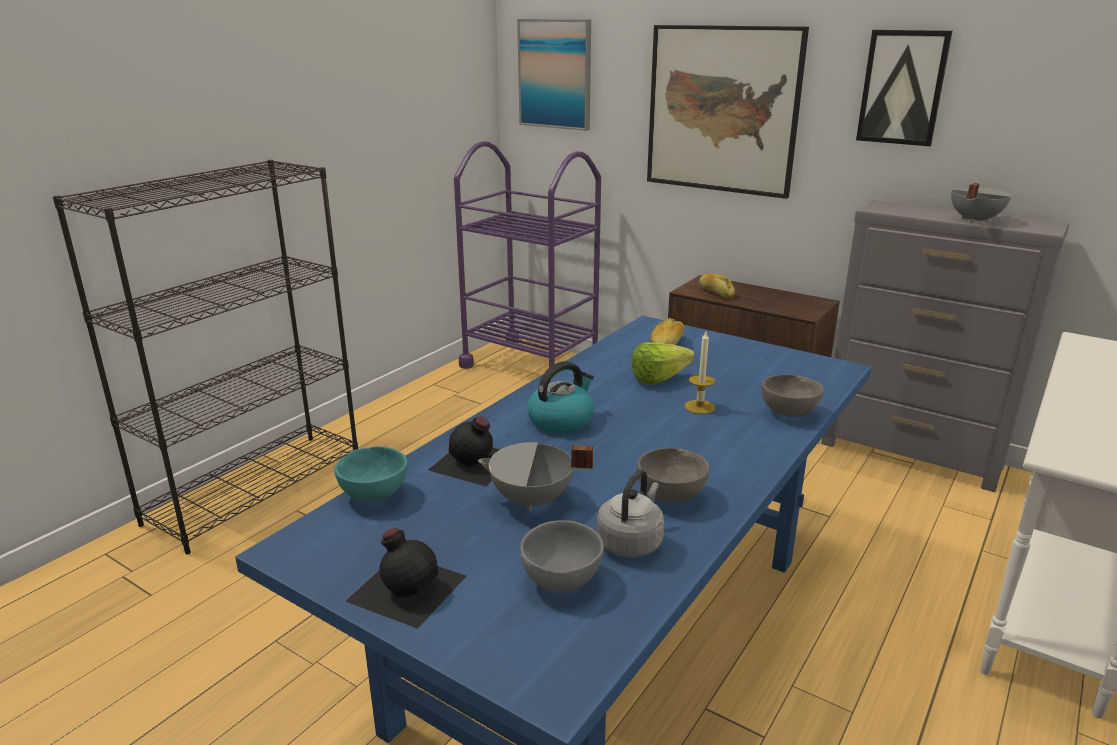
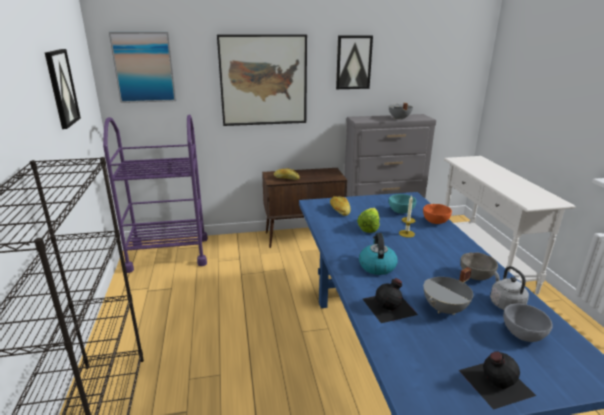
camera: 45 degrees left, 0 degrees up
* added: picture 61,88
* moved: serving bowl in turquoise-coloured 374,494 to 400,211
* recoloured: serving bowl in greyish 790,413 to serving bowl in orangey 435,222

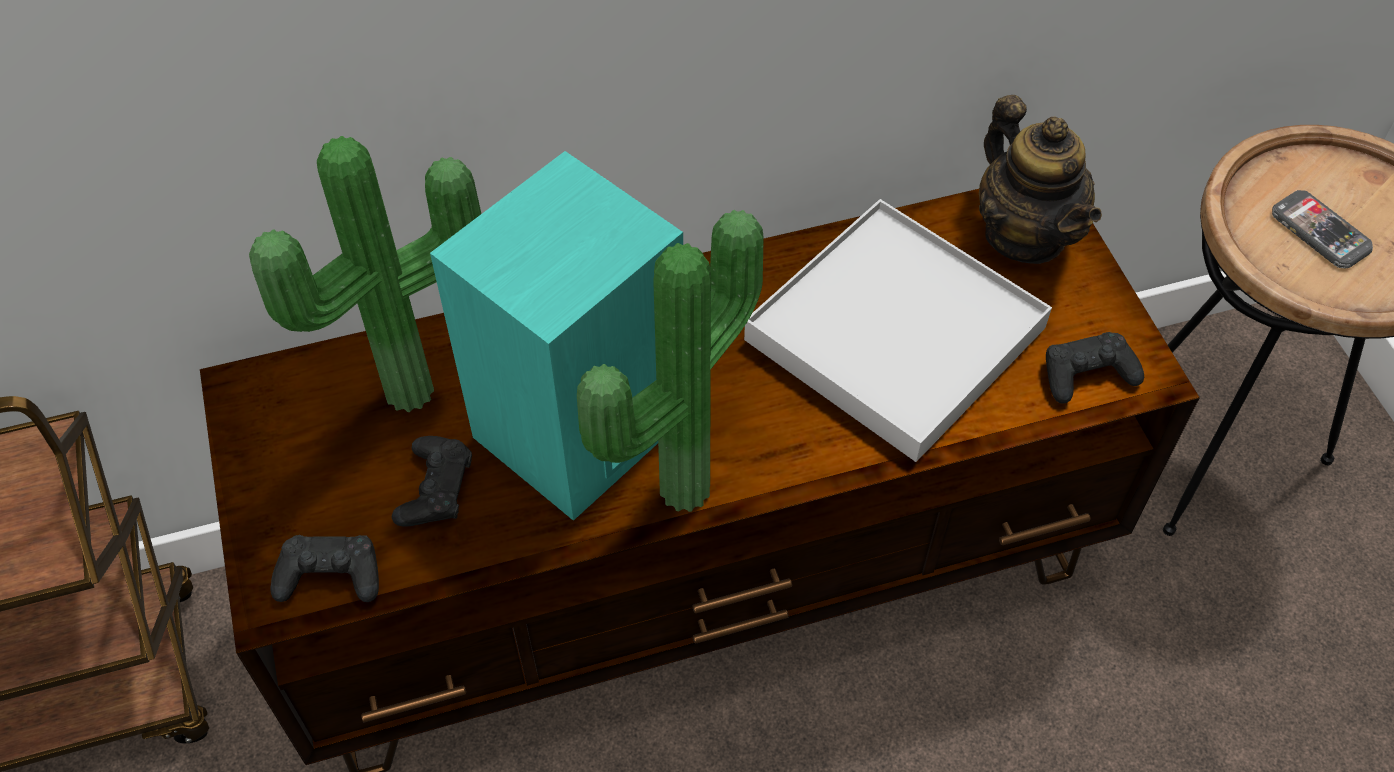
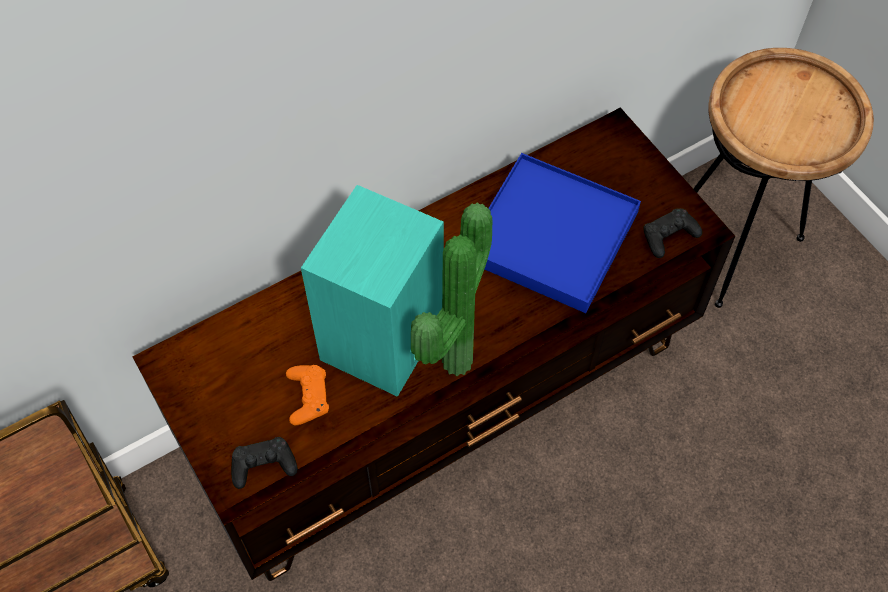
camera: 15 degrees left, 5 degrees up
* removed: potted plant 416,397
* removed: tea pot 1024,234
* removed: telephone 1320,231
* recoloured: joypad in blackish 435,488 to joypad in orangey 308,397
* recoloured: carrying tray in white-coloured 896,334 to carrying tray in blue-coloured 552,236

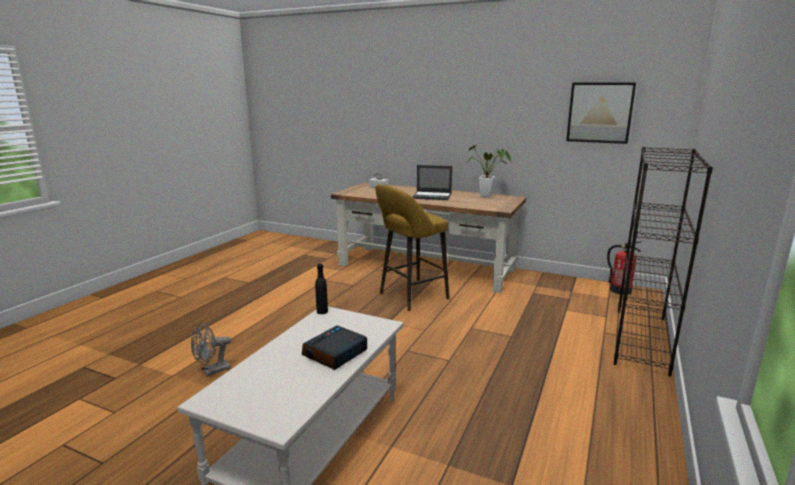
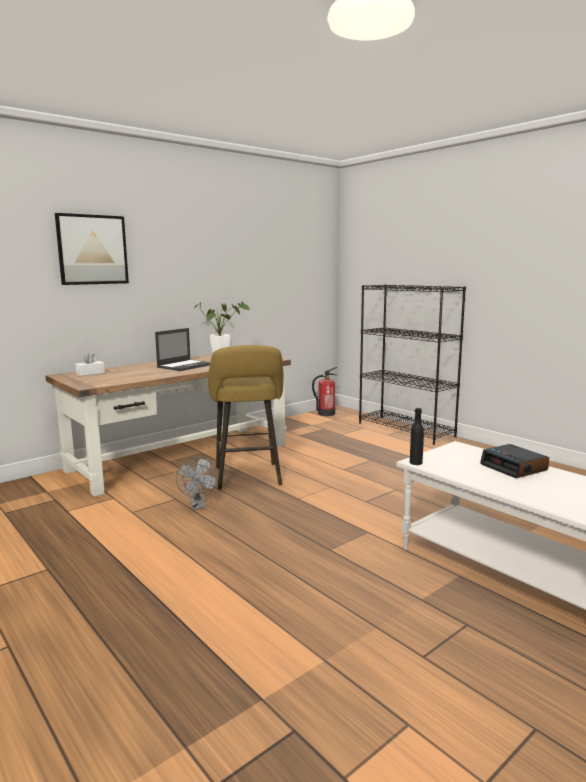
camera: 65 degrees left, 5 degrees down
* moved: electric fan in greyish 212,371 to 199,506
* moved: picture 599,112 to 92,249

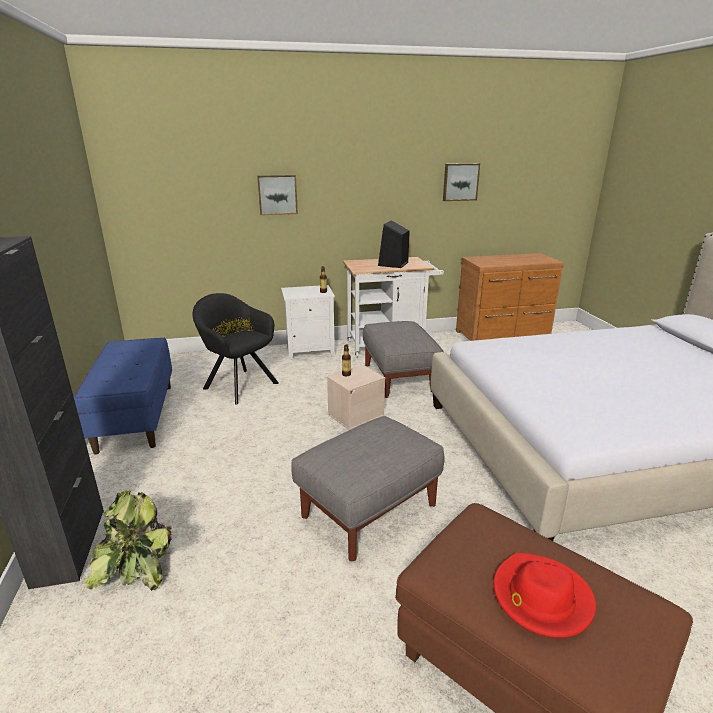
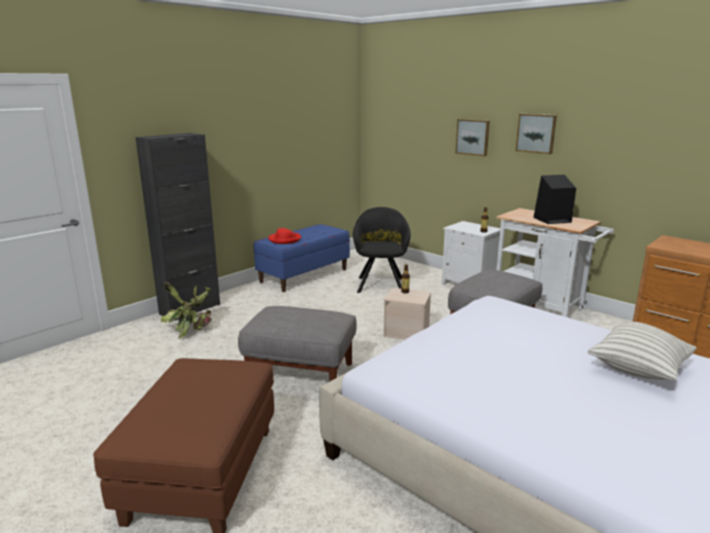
camera: 55 degrees right, 5 degrees down
* added: cushion 638,370
* moved: picture 460,182 to 536,133
* moved: clothing hat in red 540,598 to 284,239

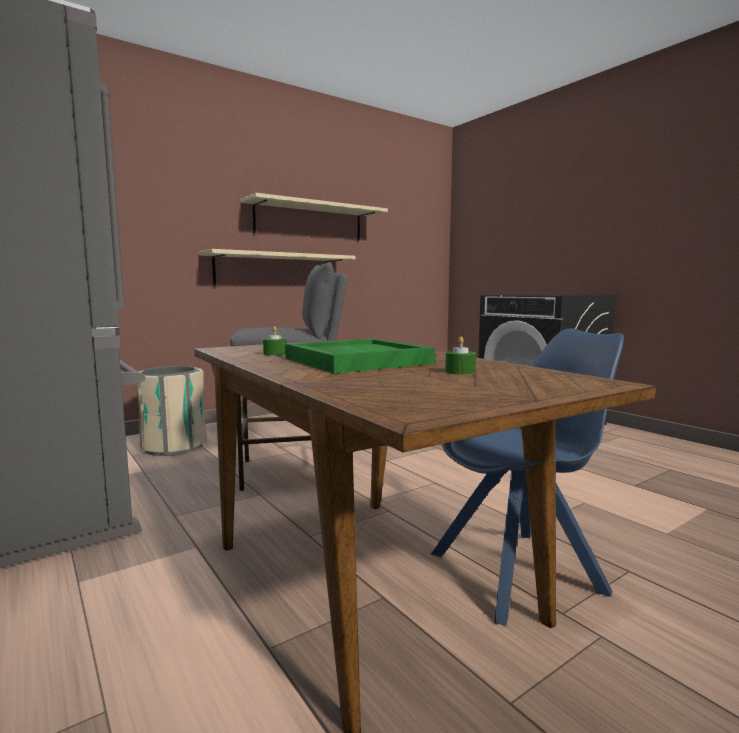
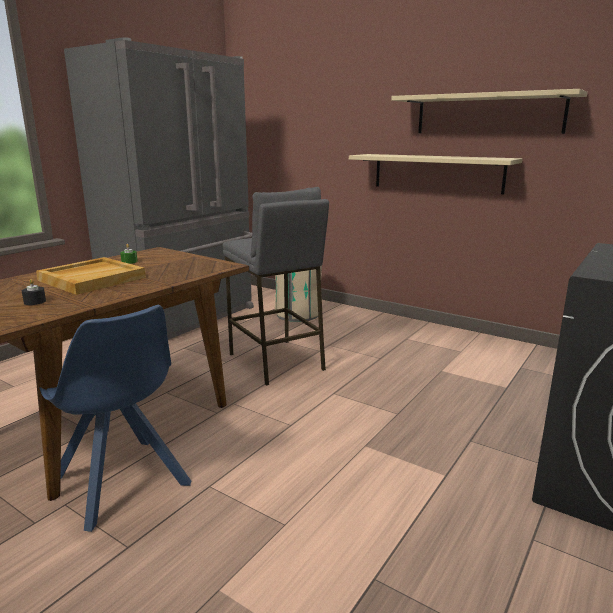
camera: 70 degrees right, 10 degrees up
* recoloured: carrying tray in greenish 355,361 to carrying tray in beige 92,279
* recoloured: candle in greenish 460,372 to candle in blackish 35,302

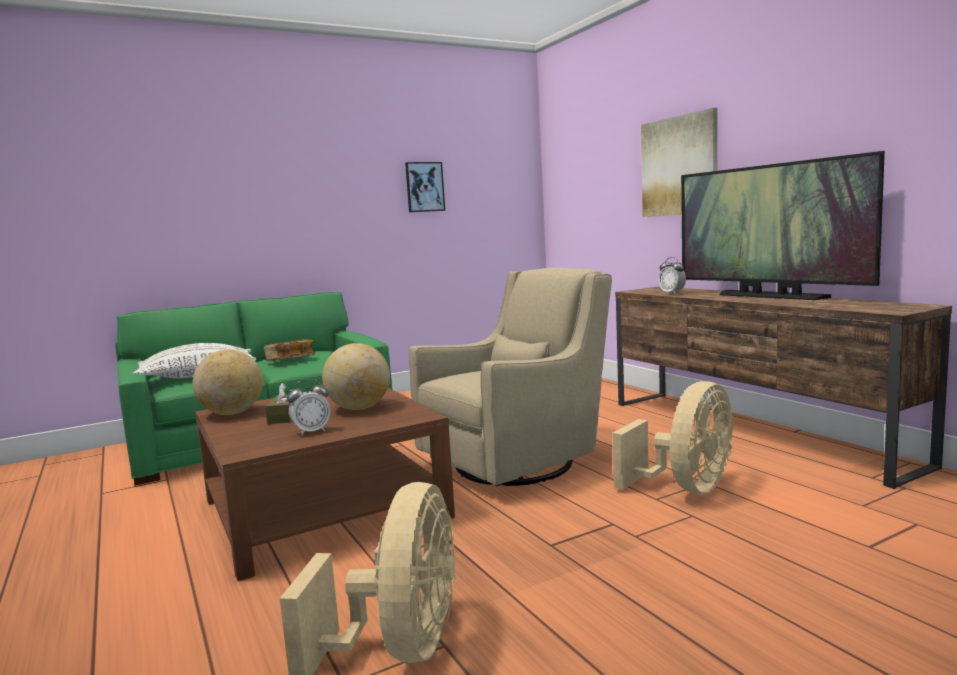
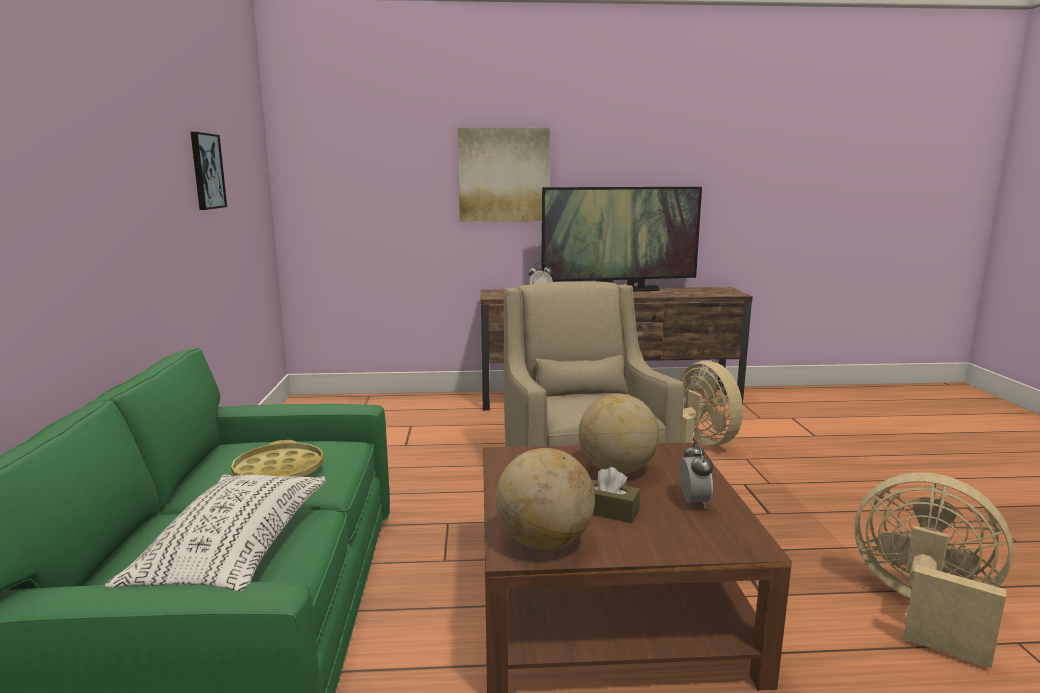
camera: 65 degrees left, 5 degrees up
* replaced: volume 290,361 to carrying tray in yellow-coloured 279,471

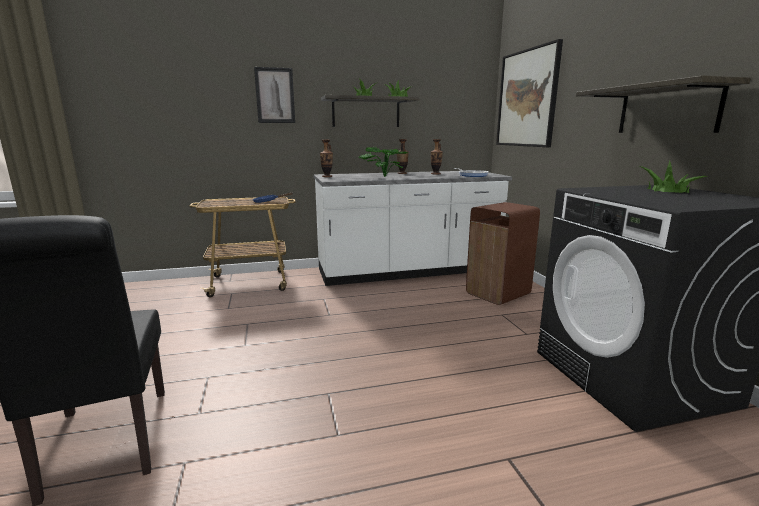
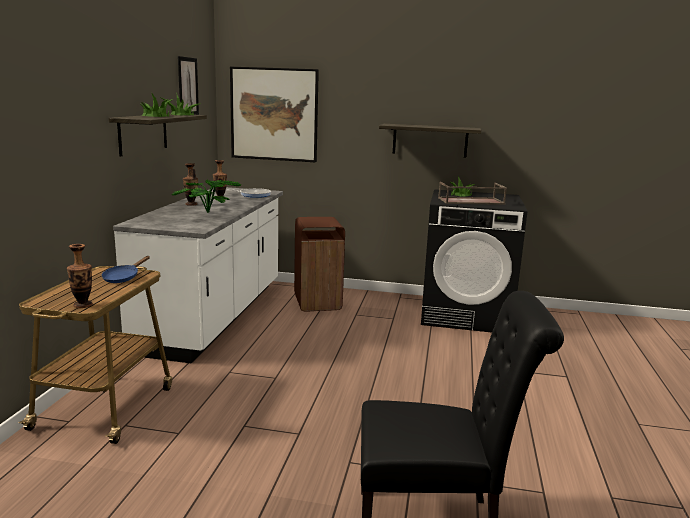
camera: 65 degrees left, 0 degrees up
* added: carrying tray in brownish 470,201
* moved: picture 275,95 to 188,86
* moved: vase 327,176 to 83,305

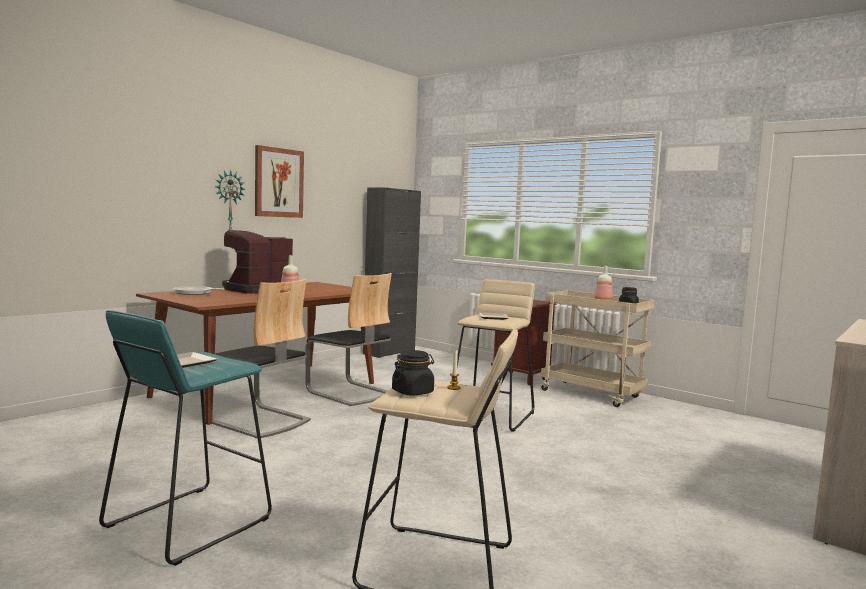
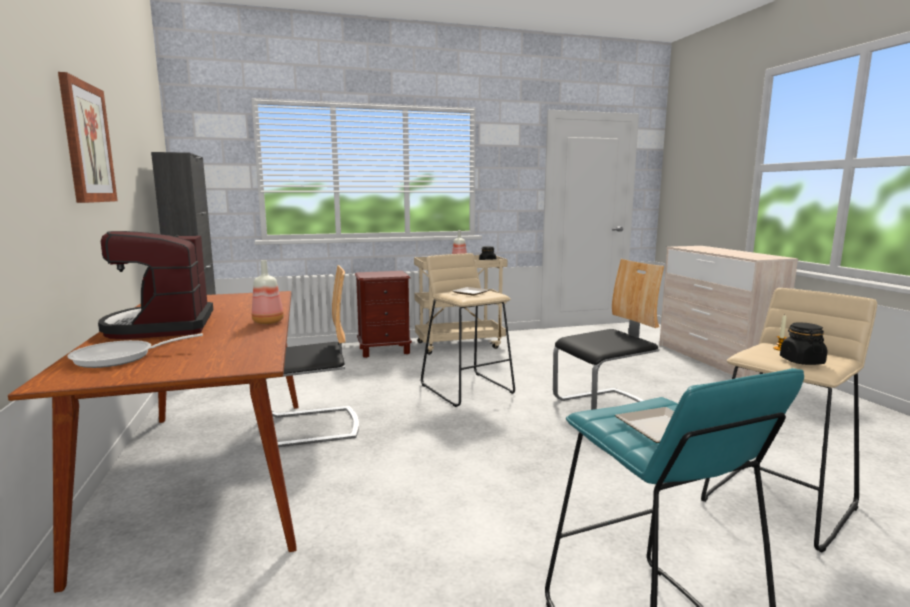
camera: 55 degrees left, 5 degrees up
* removed: hanging clock 228,202
* moved: chair 258,421 to 605,406

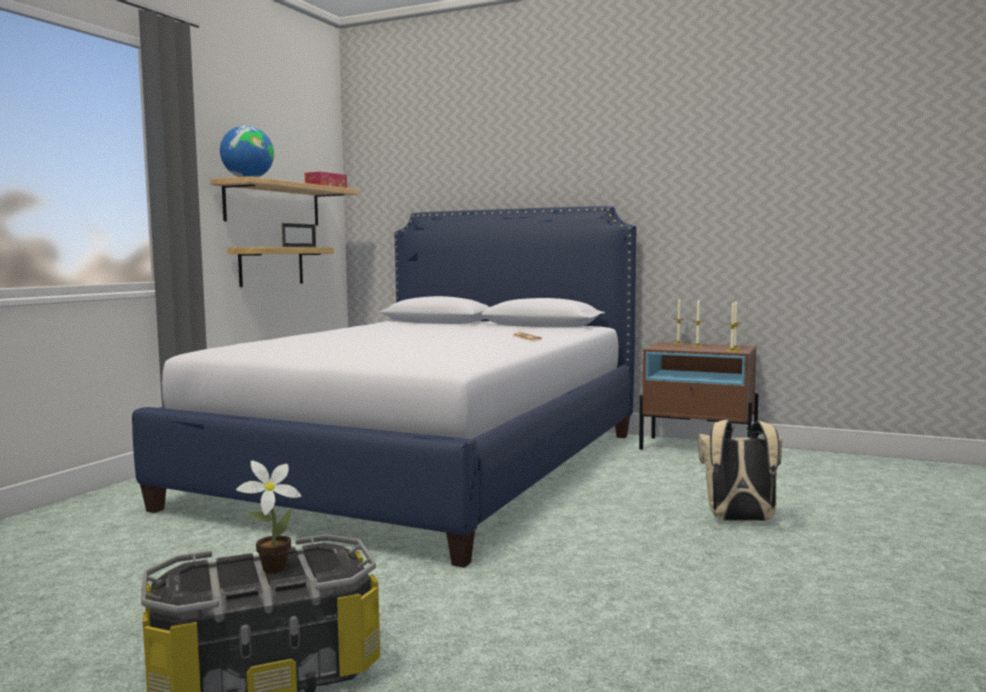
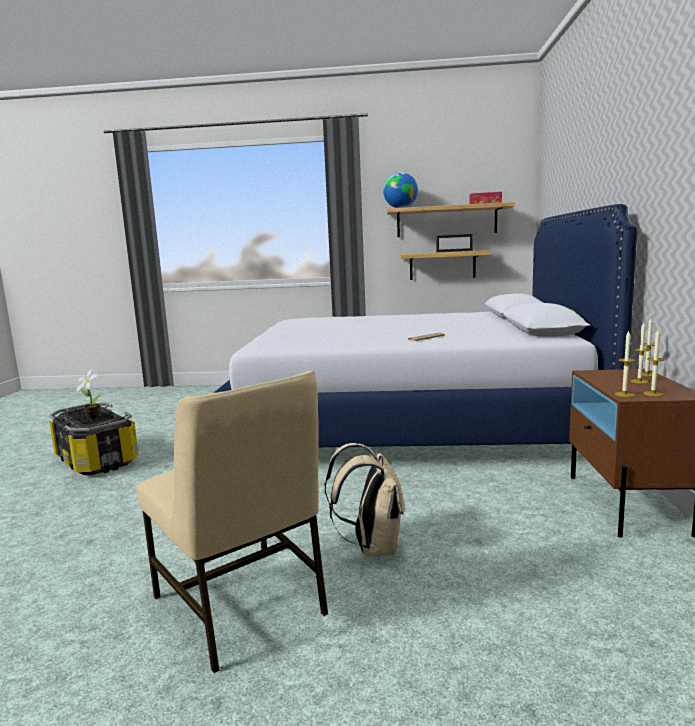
camera: 70 degrees right, 5 degrees up
* added: chair in beige 241,605

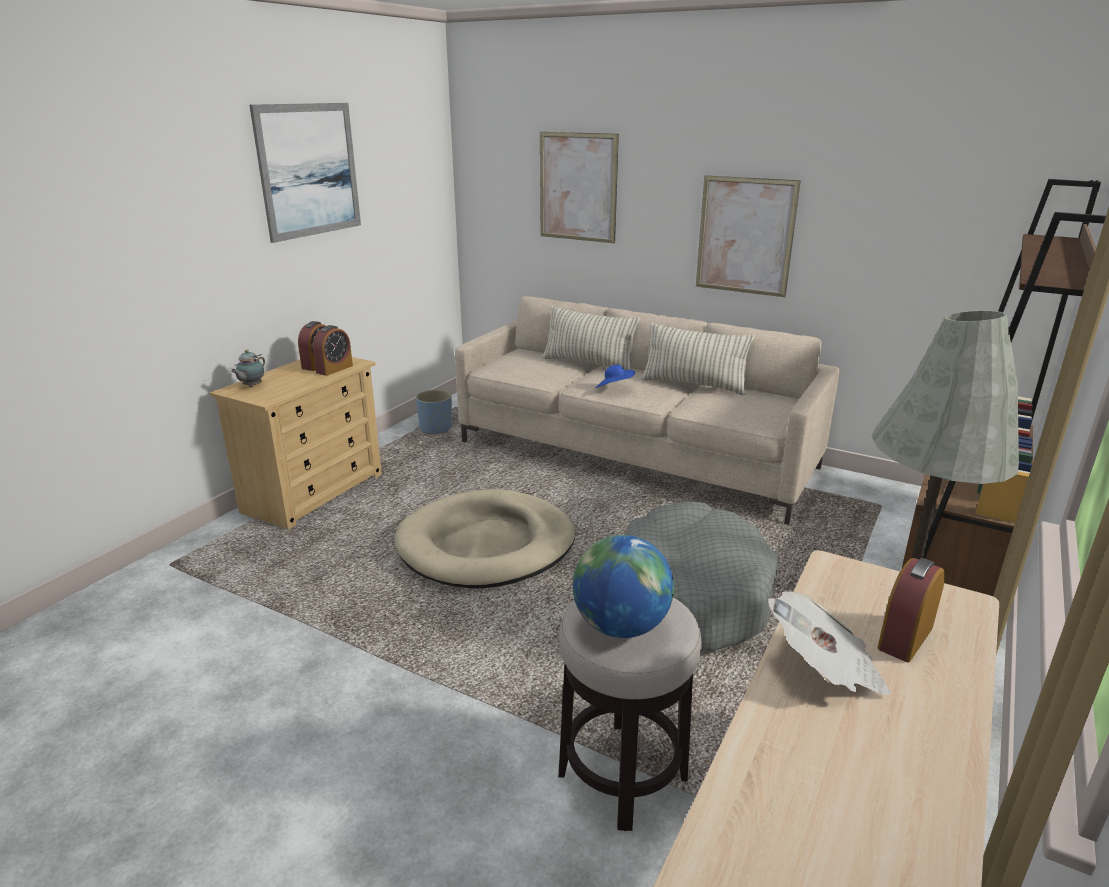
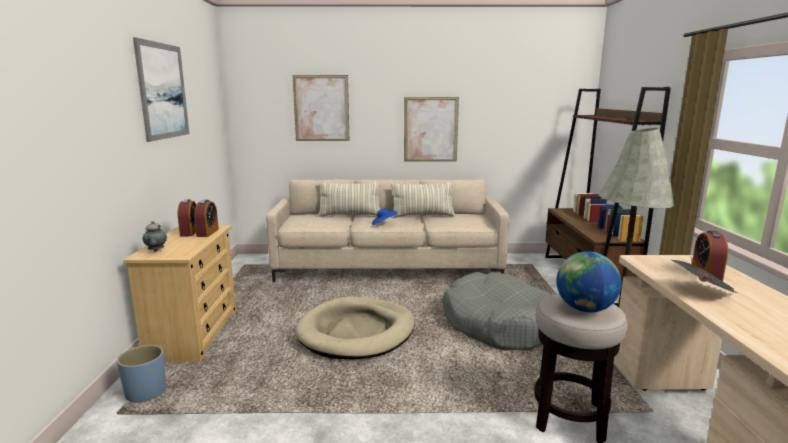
camera: 30 degrees left, 10 degrees down
* moved: flower pot in blue-coloured 436,429 to 146,392

